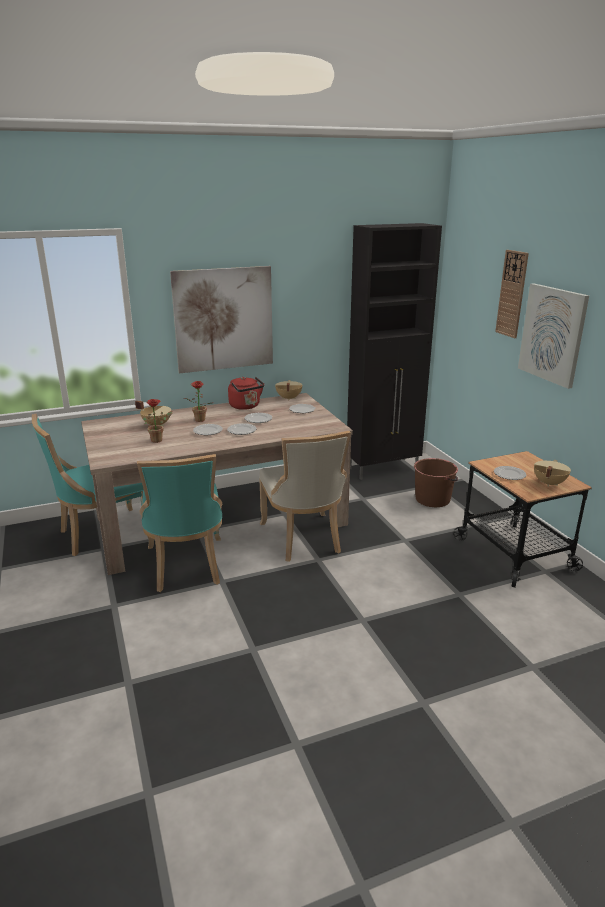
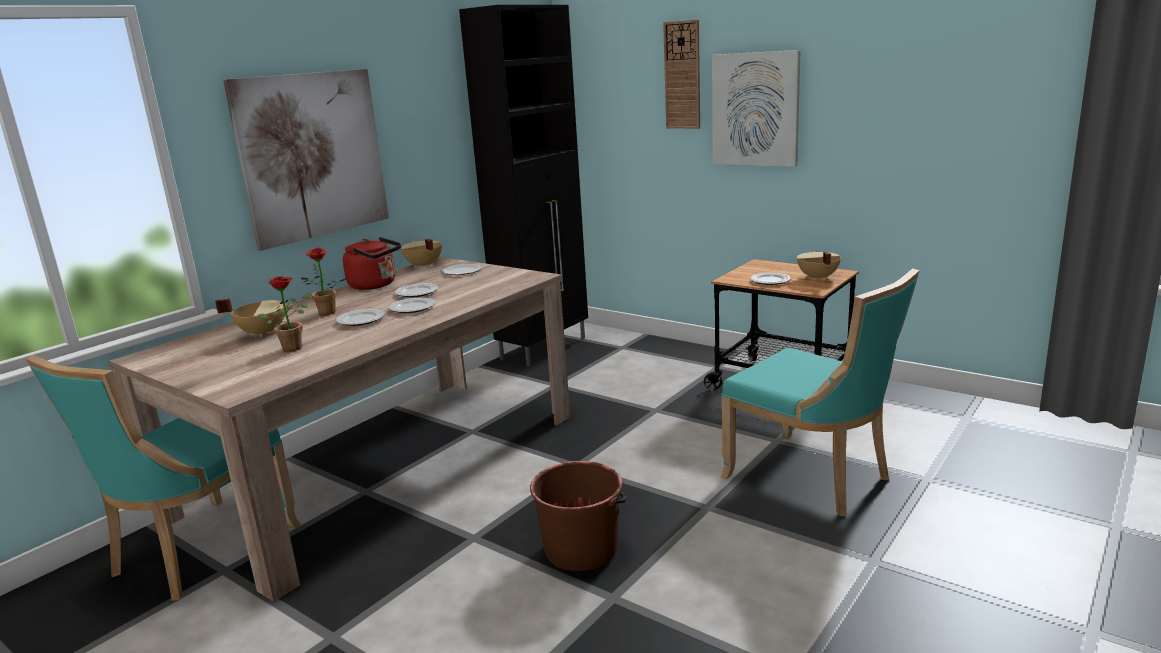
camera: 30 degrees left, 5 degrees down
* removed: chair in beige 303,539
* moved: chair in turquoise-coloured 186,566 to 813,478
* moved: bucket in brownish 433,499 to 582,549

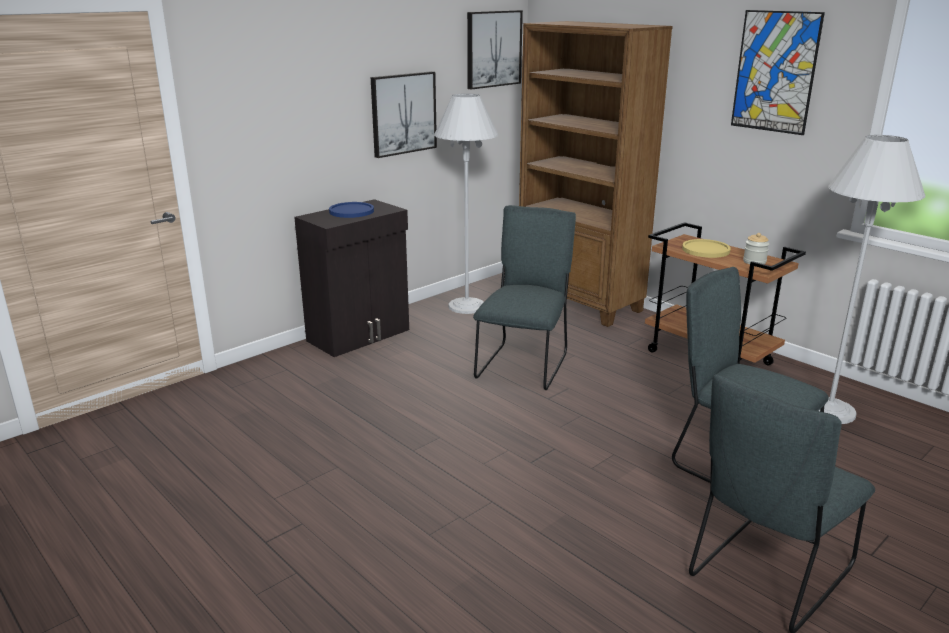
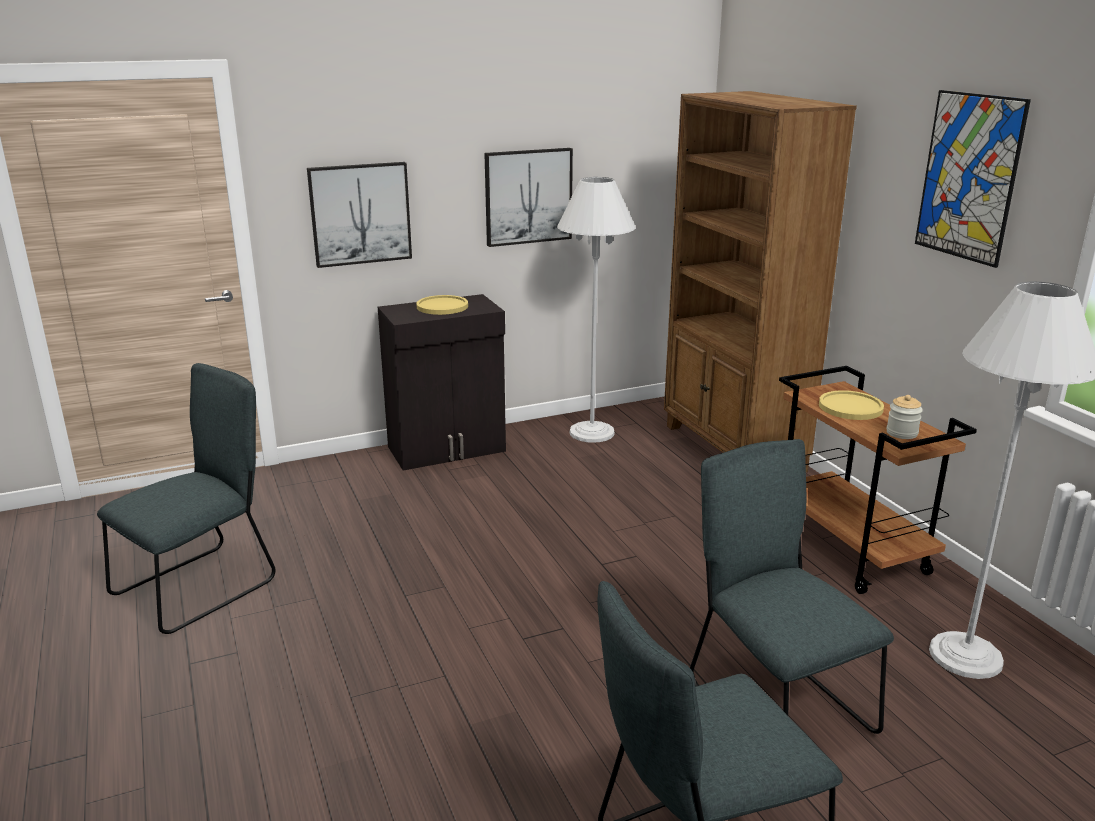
camera: 20 degrees right, 0 degrees up
* moved: picture 493,49 to 360,214
* moved: chair in greyish 524,364 to 202,585
* recoloured: plate in blue-coloured 351,211 to plate in yellow-coloured 442,306

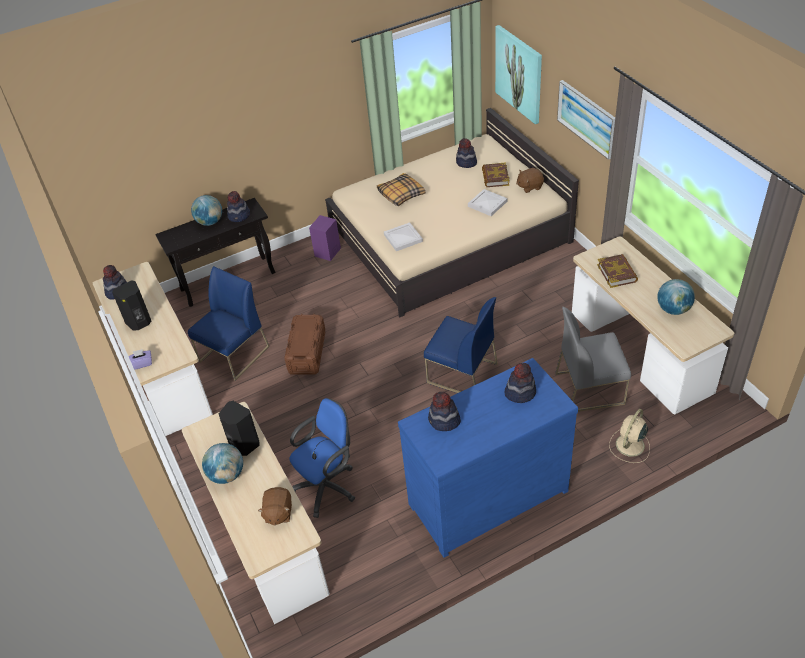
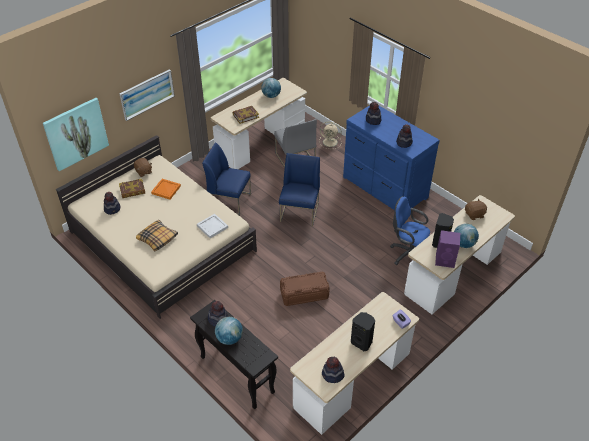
camera: 110 degrees left, 0 degrees up
* moved: chair in blue-coloured 234,355 to 229,200
* moved: audio speaker in purple 327,252 to 445,260
* recoloured: carrying tray in white-coloured 487,203 to carrying tray in orangey 165,190

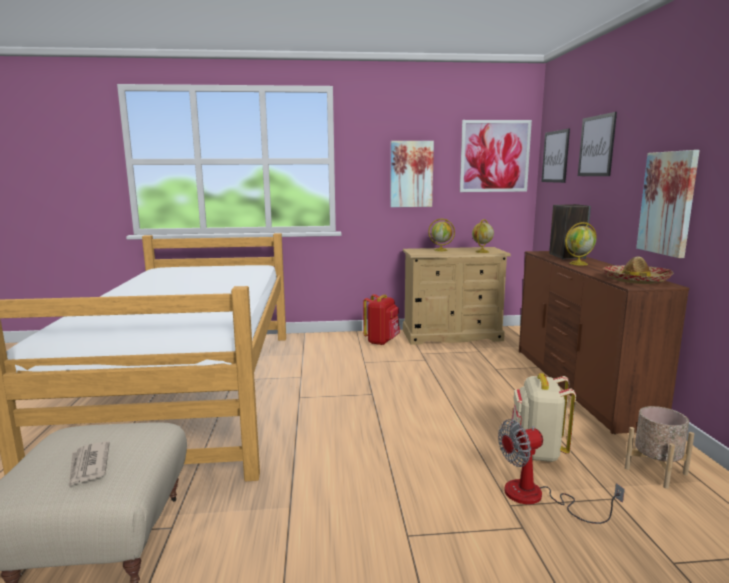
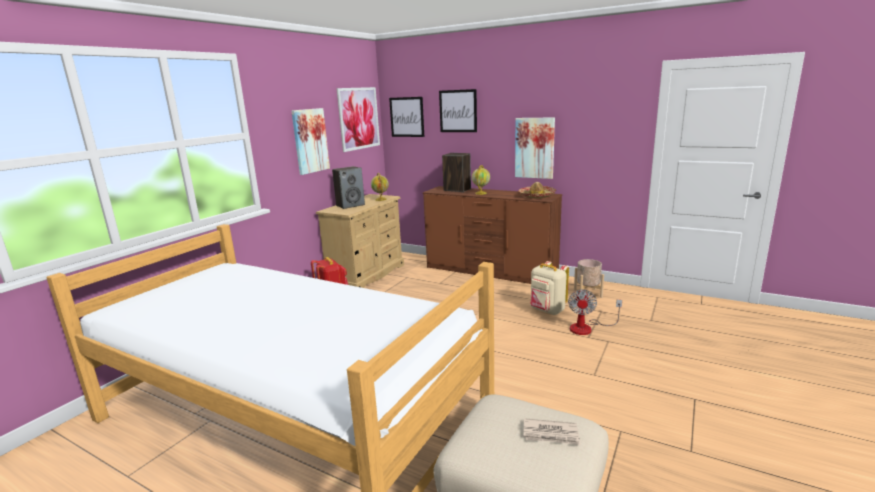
camera: 55 degrees left, 5 degrees up
* replaced: globe 441,250 to audio speaker 350,205

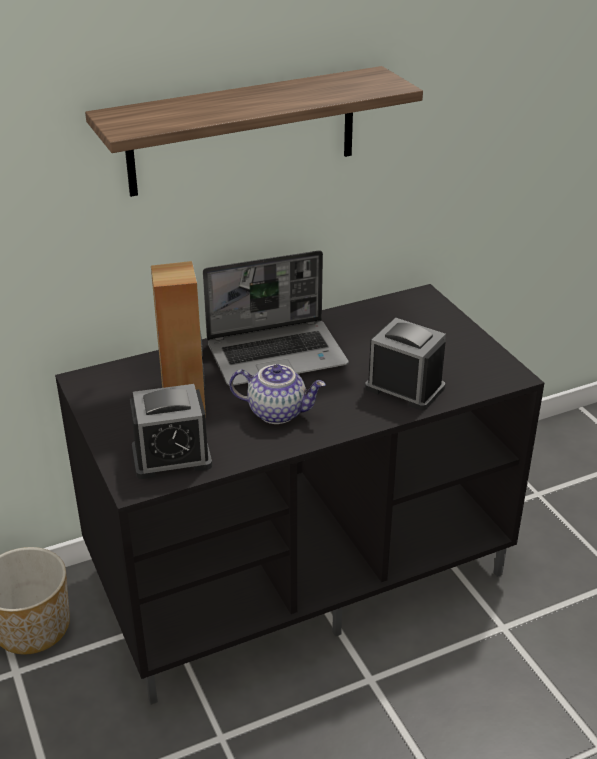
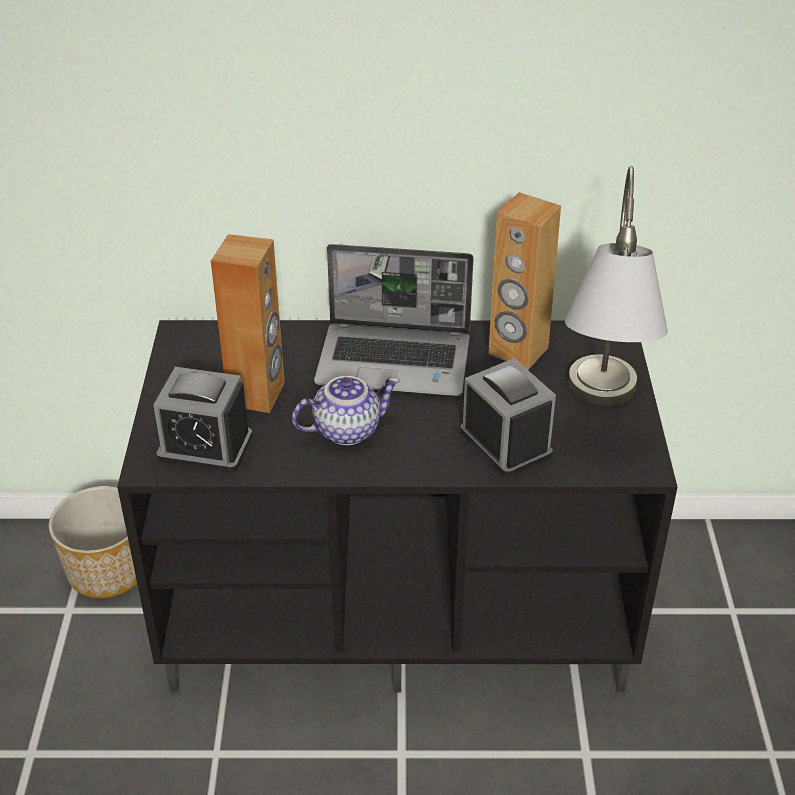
camera: 25 degrees right, 5 degrees up
* removed: bracket shelf 243,131
* added: audio speaker in brownish 518,351
* added: tabletop lamp in greyish 599,414
* turned: tea pot 278,412 = 347,429 60 degrees counterclockwise

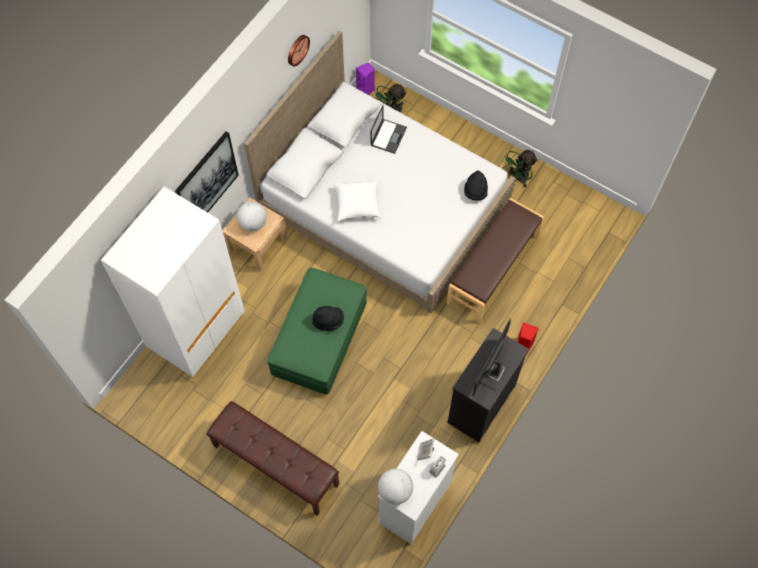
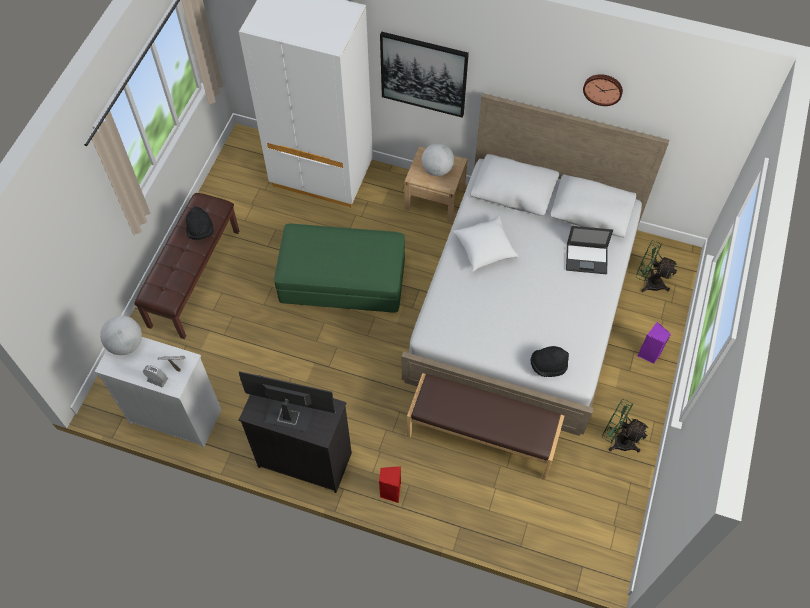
camera: 75 degrees right, 5 degrees down
* moved: clothing hat in blackish 328,321 to 200,231
* moved: audio speaker in purple 366,90 to 649,354

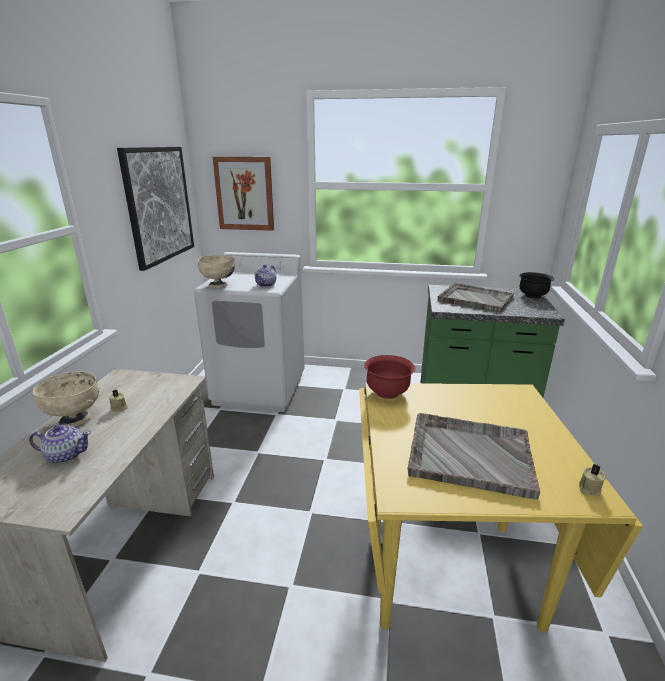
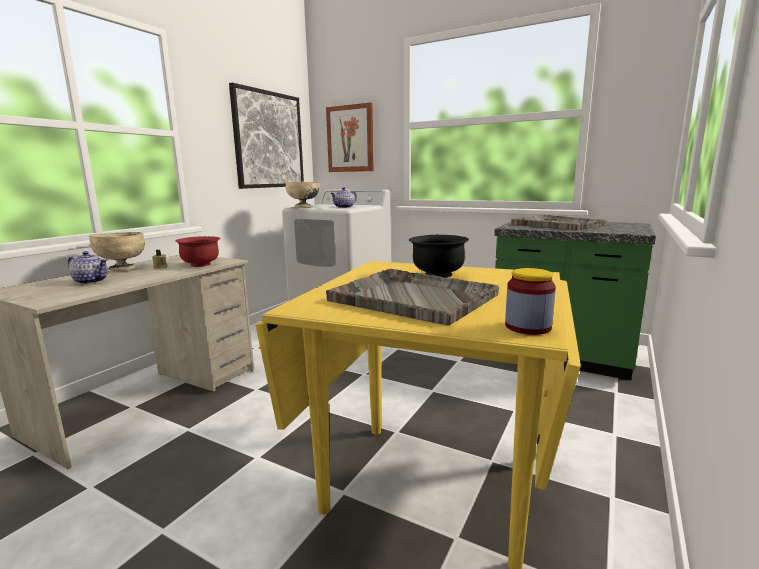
camera: 20 degrees right, 10 degrees down
* moved: serving bowl in red 388,393 to 200,265
* moved: serving bowl in blackish 532,296 to 437,275
* replaced: candle in beige 588,488 to storage jar 528,327

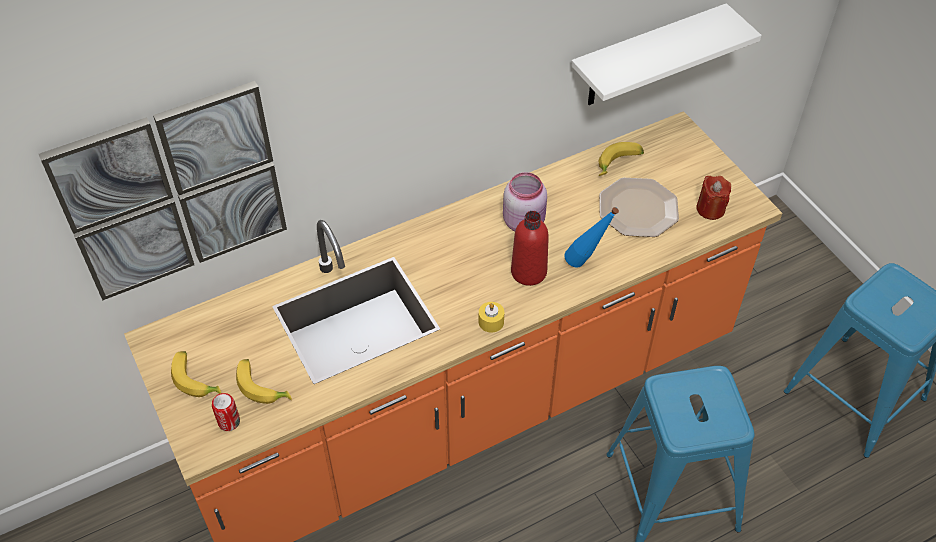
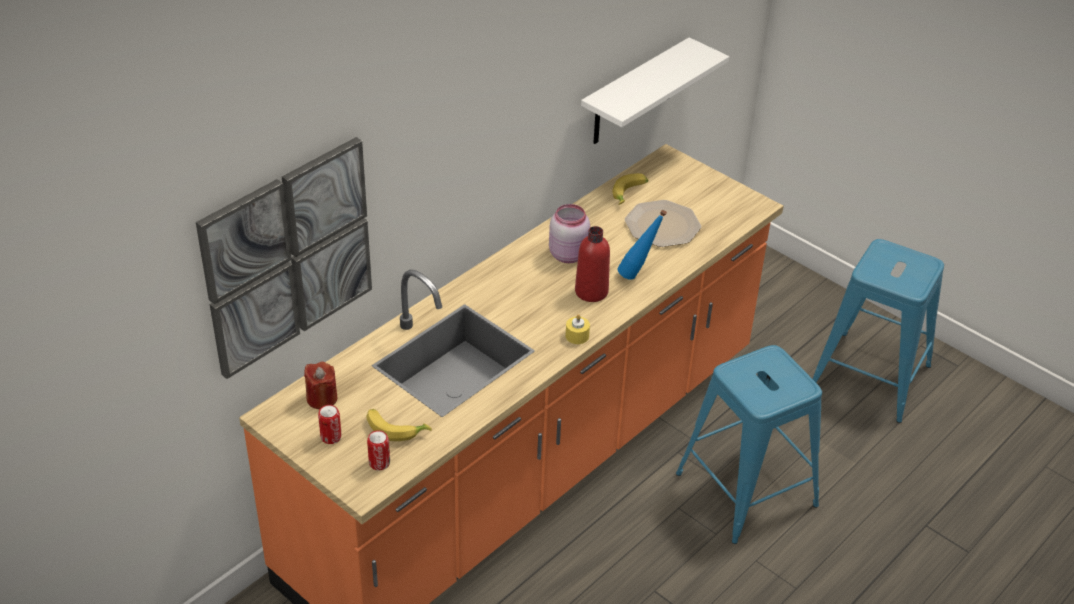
camera: 20 degrees left, 10 degrees down
* moved: candle in red 710,209 to 322,398
* replaced: banana 197,379 to metal can 331,437

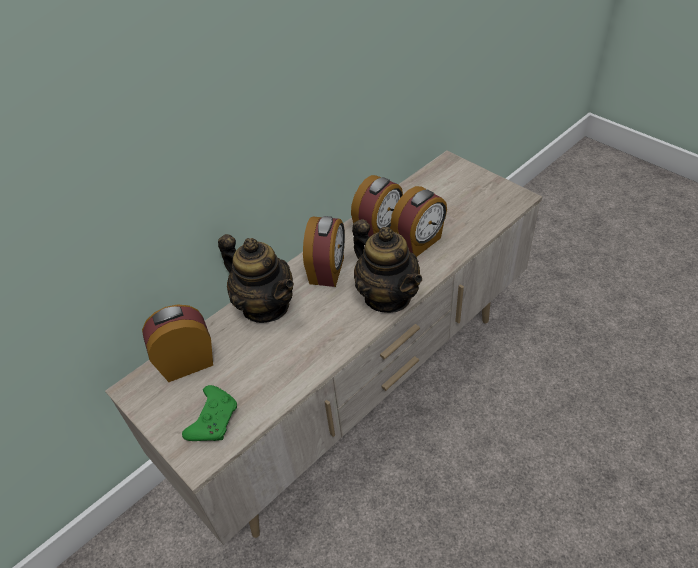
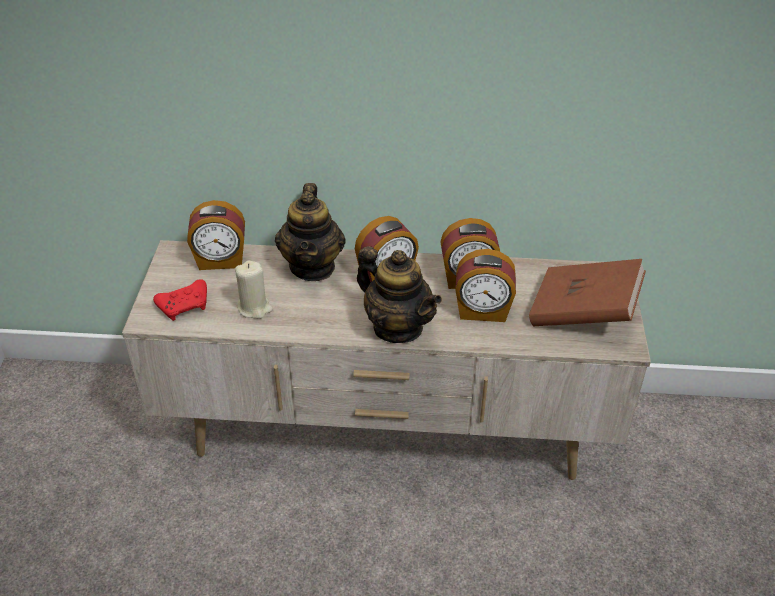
camera: 45 degrees right, 5 degrees down
* added: candle in beige 254,308
* added: volume in brownish 583,313
* recoloured: joypad in greenish 214,419 to joypad in red 185,306
* turned: alarm clock 187,361 = 221,261 150 degrees clockwise
* turned: tea pot 387,296 = 397,327 60 degrees counterclockwise

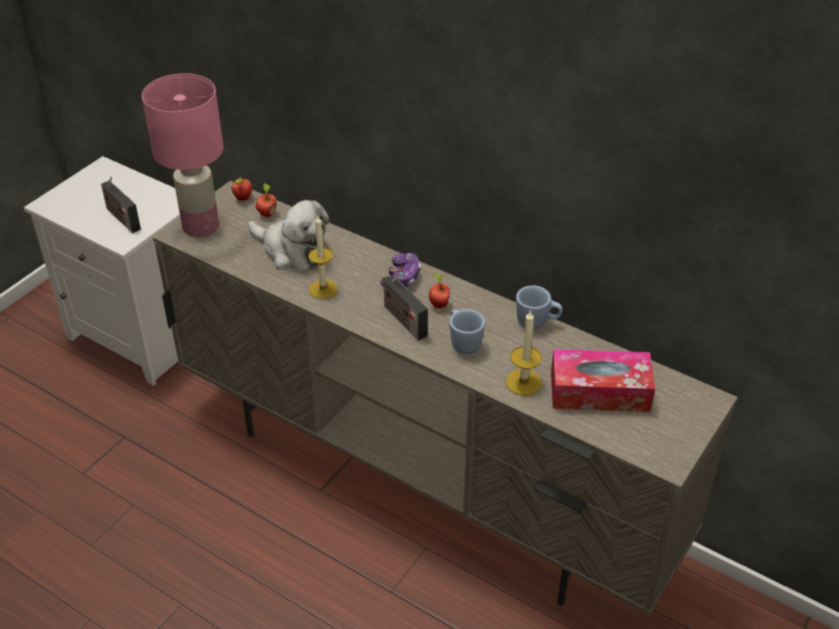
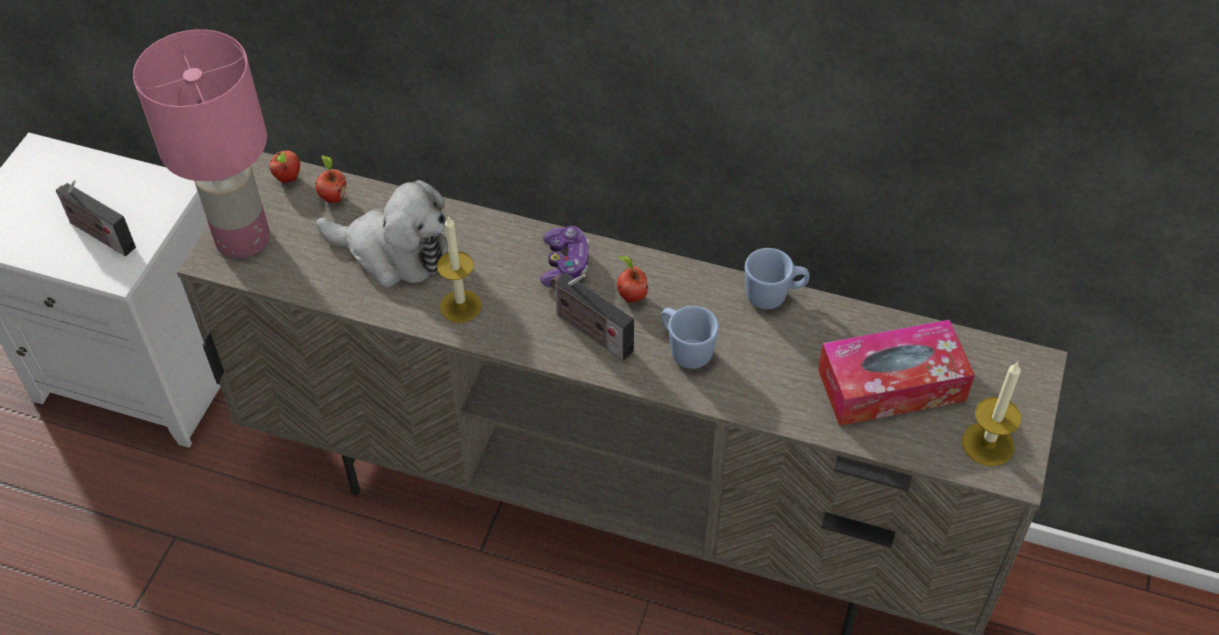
camera: 15 degrees left, 10 degrees up
* moved: candle 523,382 to 988,444

